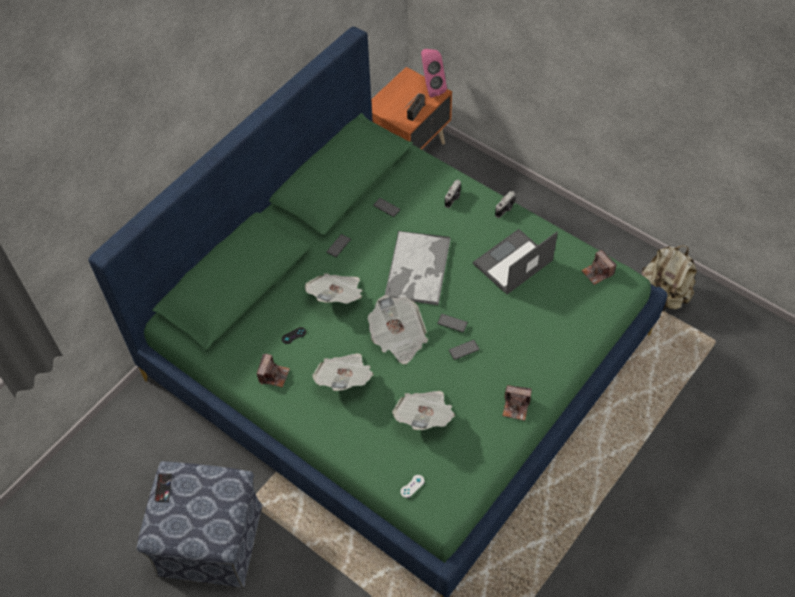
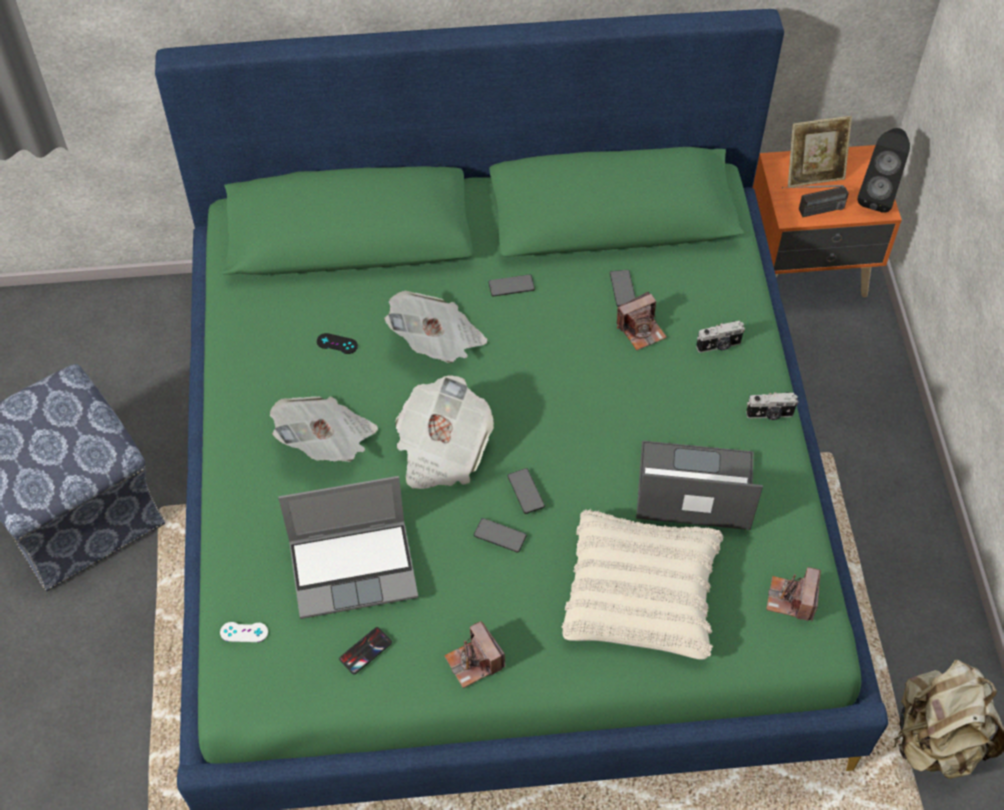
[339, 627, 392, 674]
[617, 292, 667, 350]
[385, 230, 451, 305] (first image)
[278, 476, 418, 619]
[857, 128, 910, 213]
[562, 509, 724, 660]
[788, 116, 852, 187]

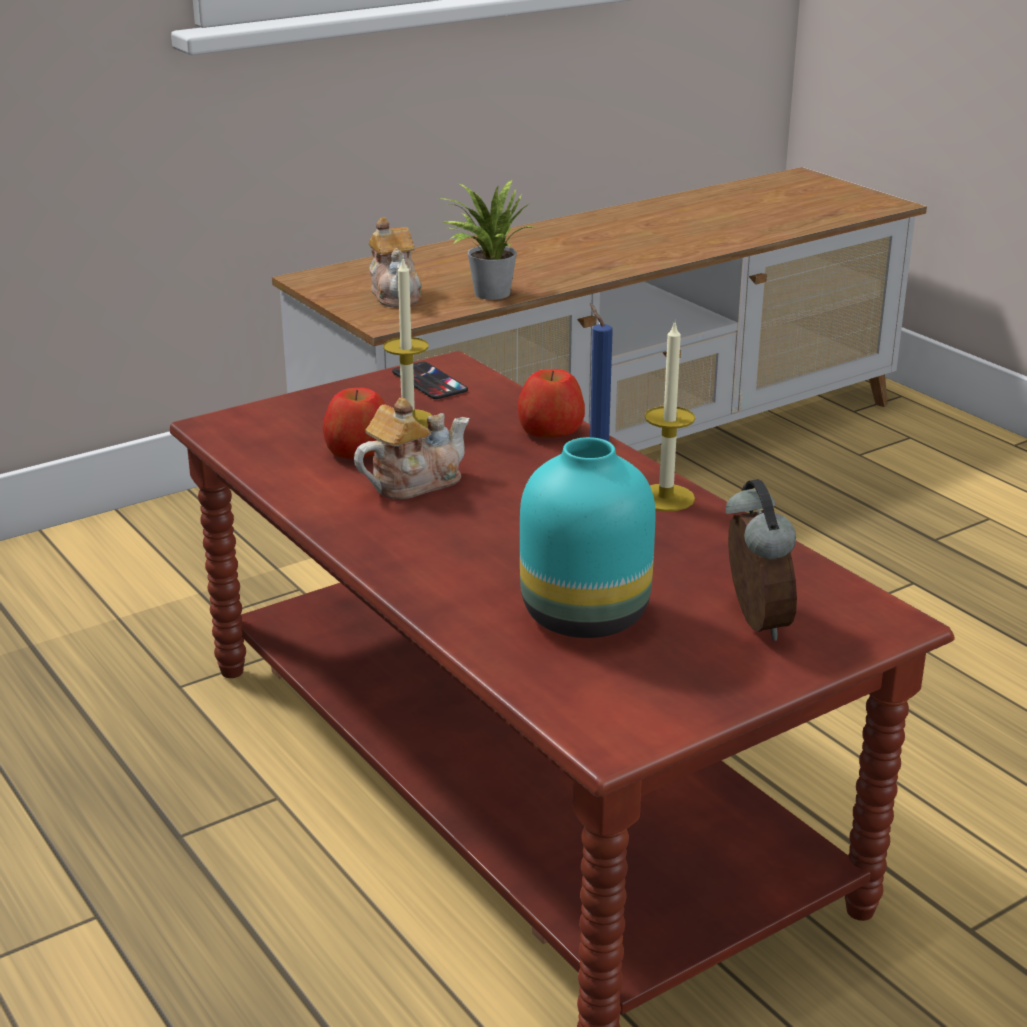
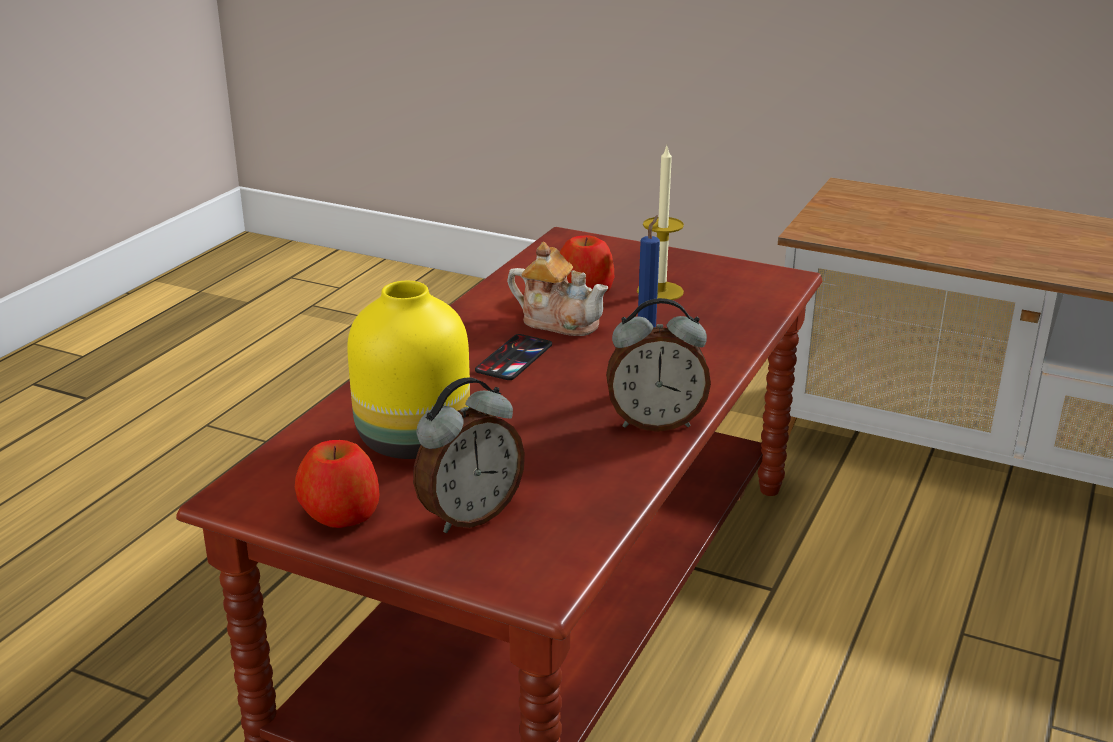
[368, 217, 422, 307] (first image)
[475, 334, 552, 380]
[438, 180, 536, 300] (first image)
[295, 440, 379, 528]
[347, 281, 470, 459]
[606, 298, 711, 432]

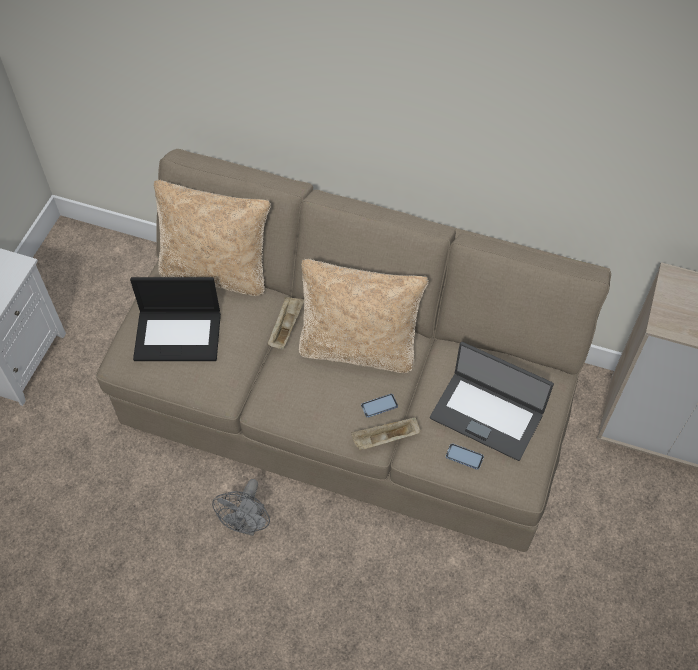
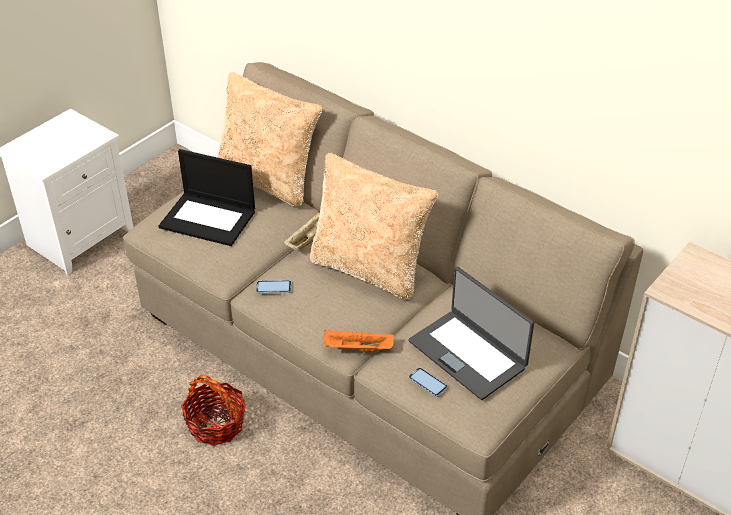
[181, 375, 246, 446]
[323, 330, 394, 352]
[256, 280, 291, 293]

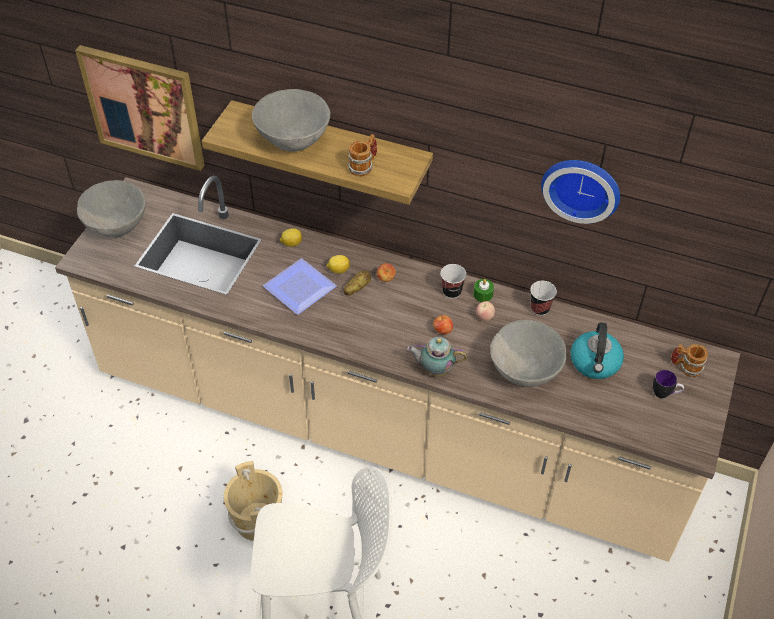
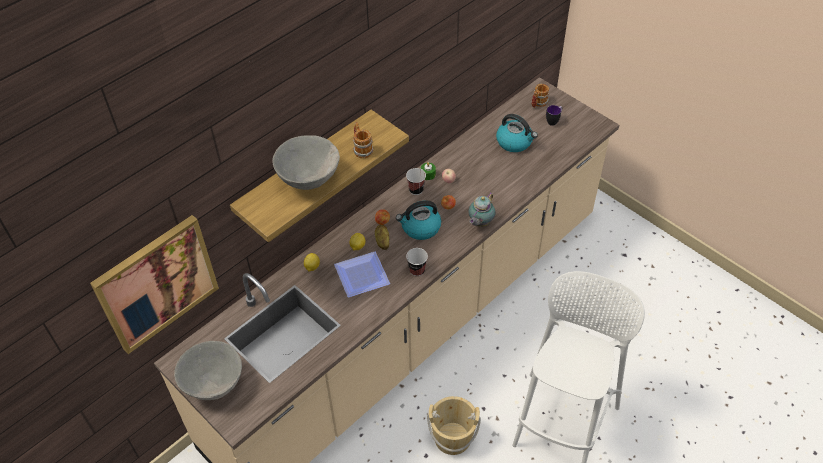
[490, 320, 567, 387] (first image)
[406, 248, 428, 276]
[541, 160, 620, 224] (first image)
[396, 200, 441, 240]

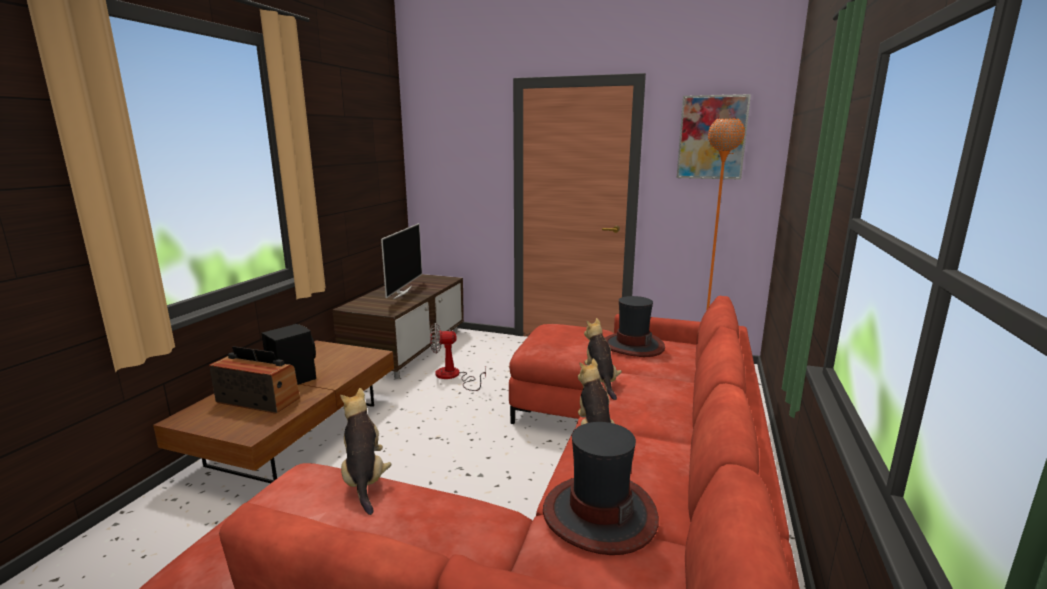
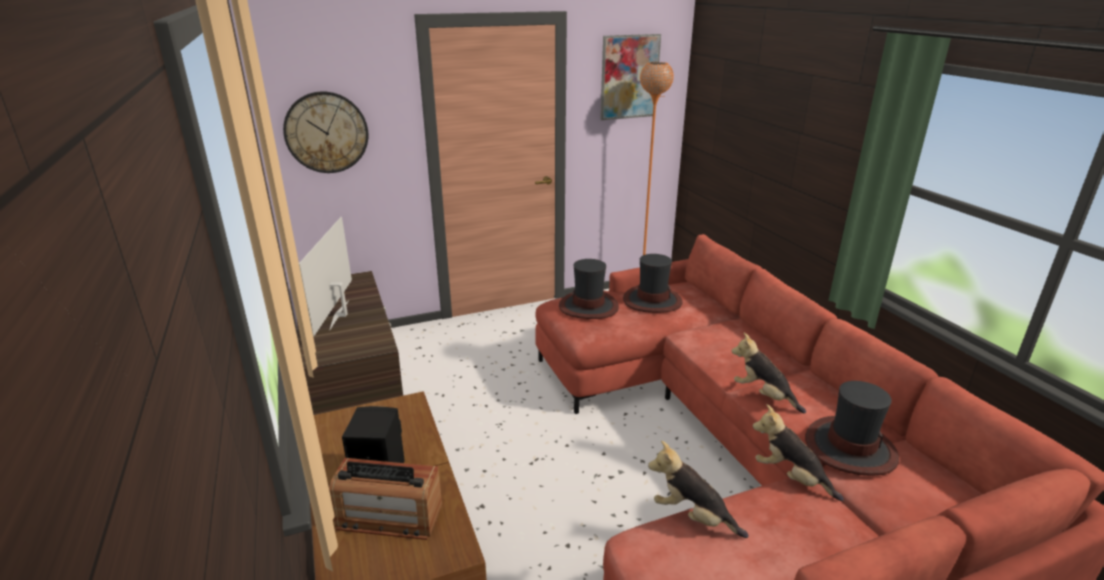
[329, 458, 442, 540]
[299, 217, 352, 337]
[430, 323, 486, 391] (first image)
[753, 404, 844, 501]
[283, 92, 368, 173]
[559, 259, 619, 319]

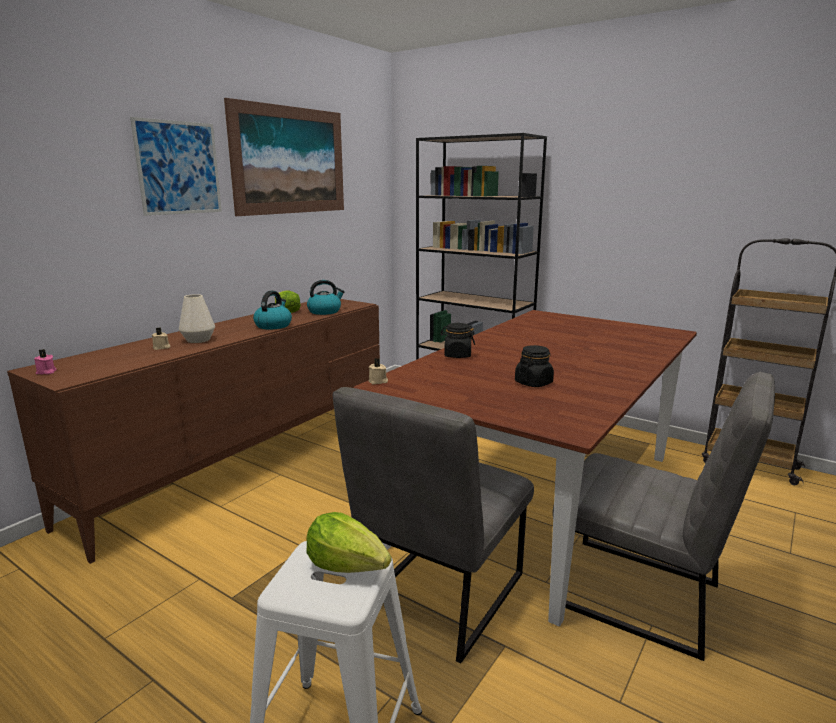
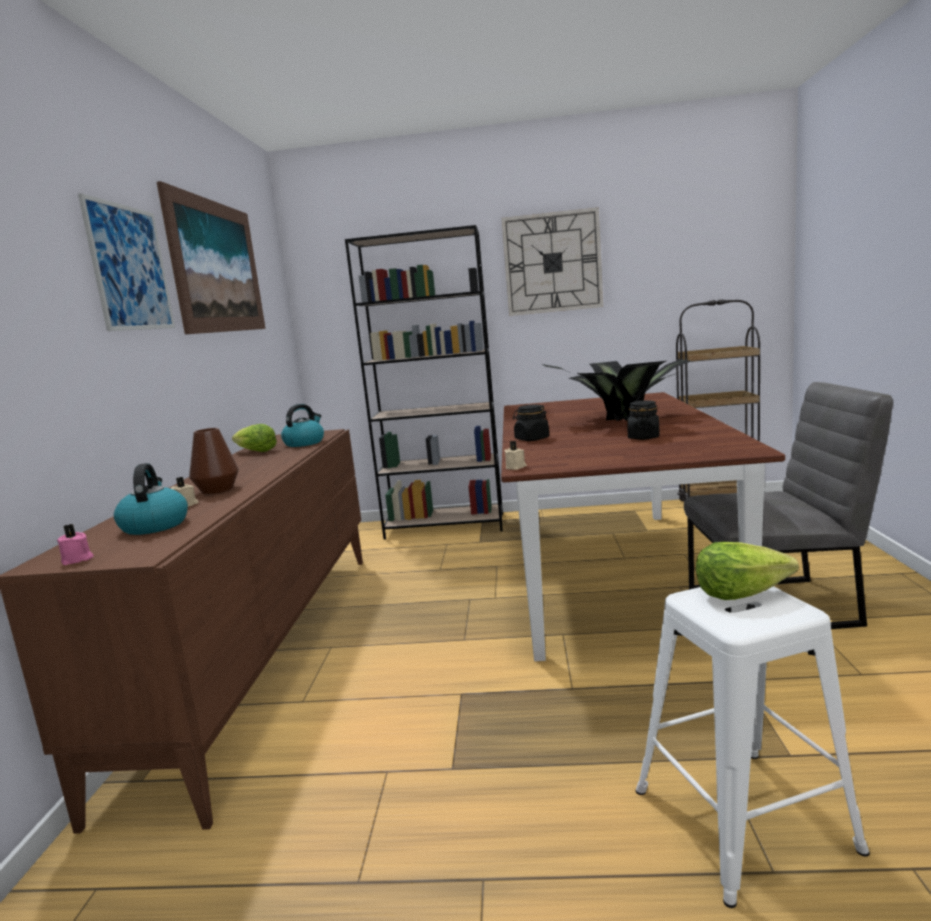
[189, 428, 239, 494]
[114, 463, 188, 535]
[333, 387, 534, 664] (first image)
[502, 207, 603, 316]
[542, 359, 691, 421]

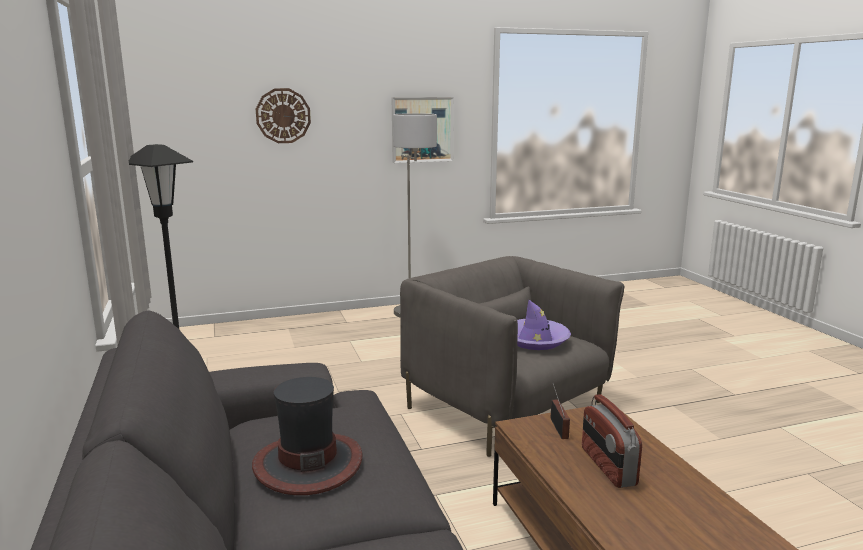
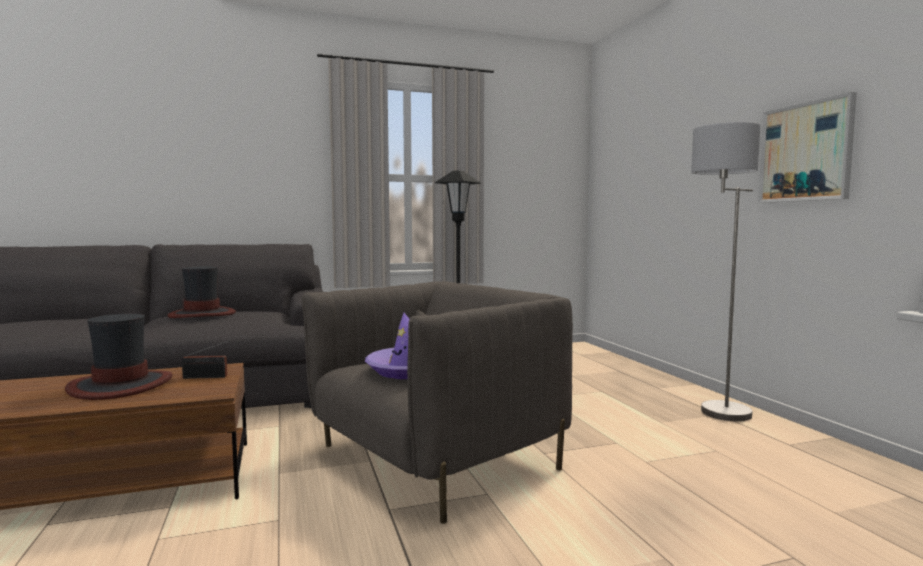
[256, 88, 311, 143] (first image)
[65, 314, 172, 400]

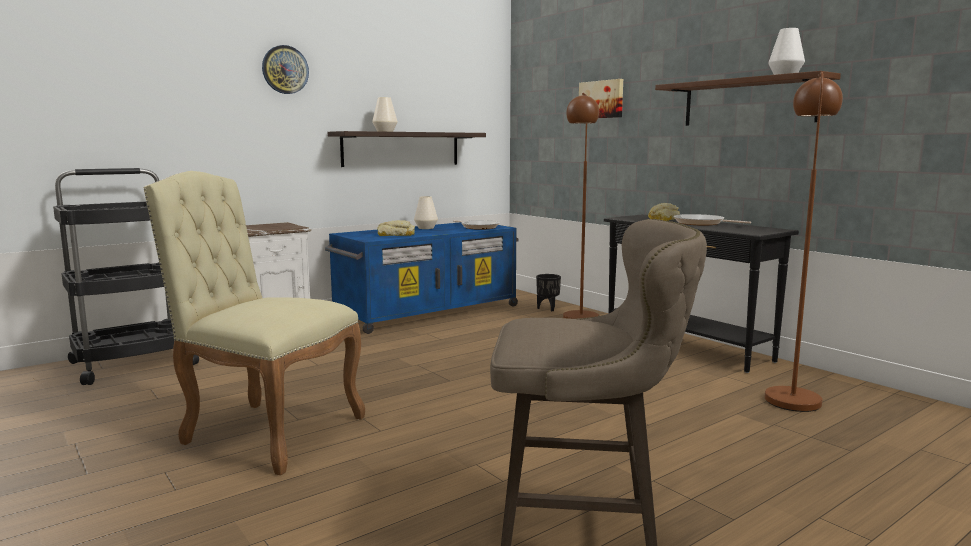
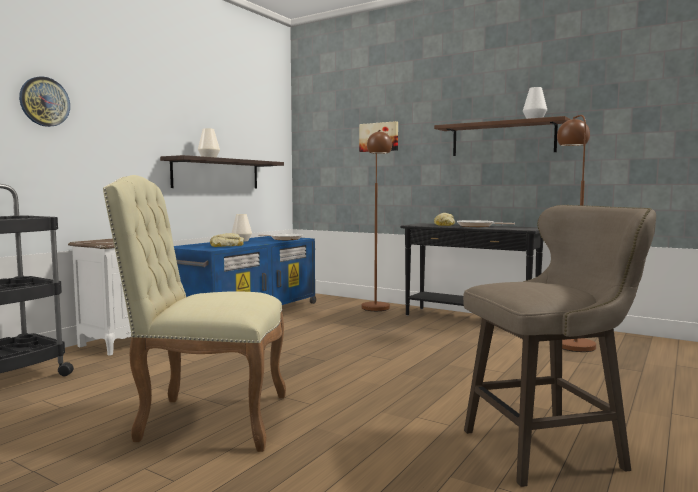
[19, 76, 70, 127]
[536, 274, 561, 311] (first image)

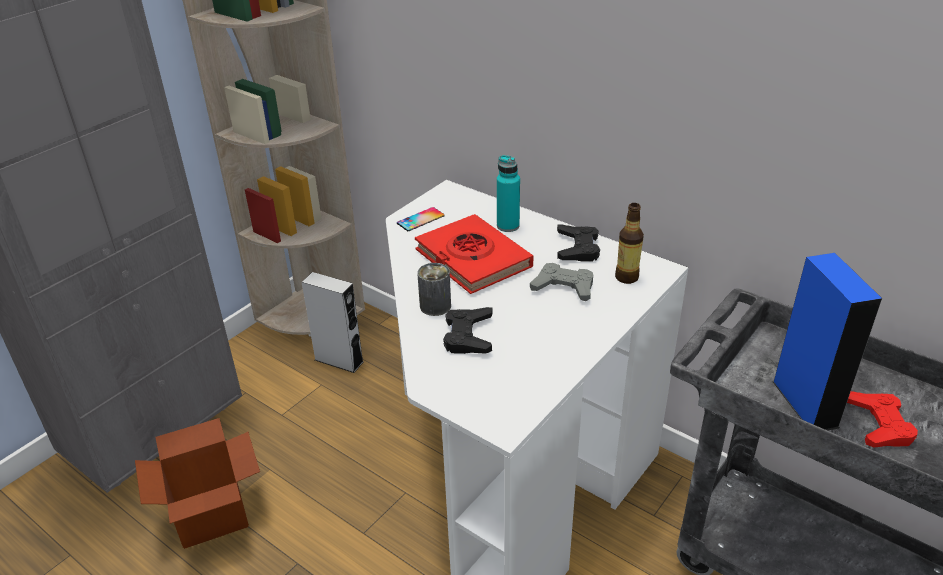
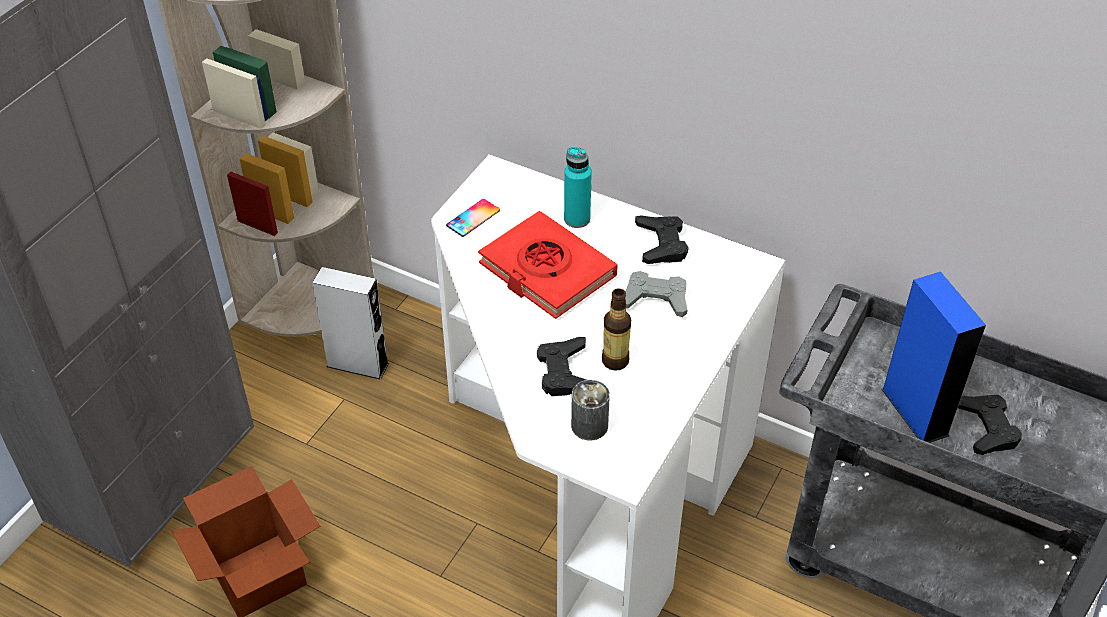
[571, 380, 610, 441]
[602, 288, 631, 371]
[958, 395, 1022, 455]

